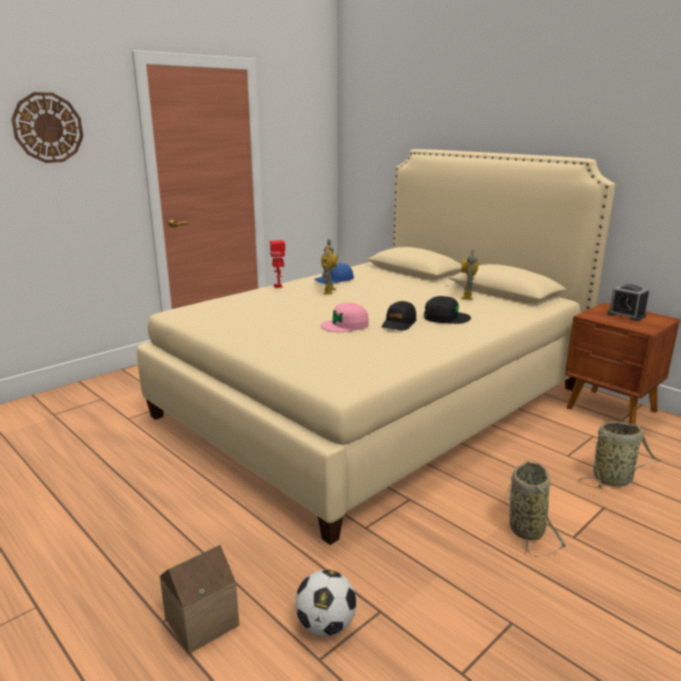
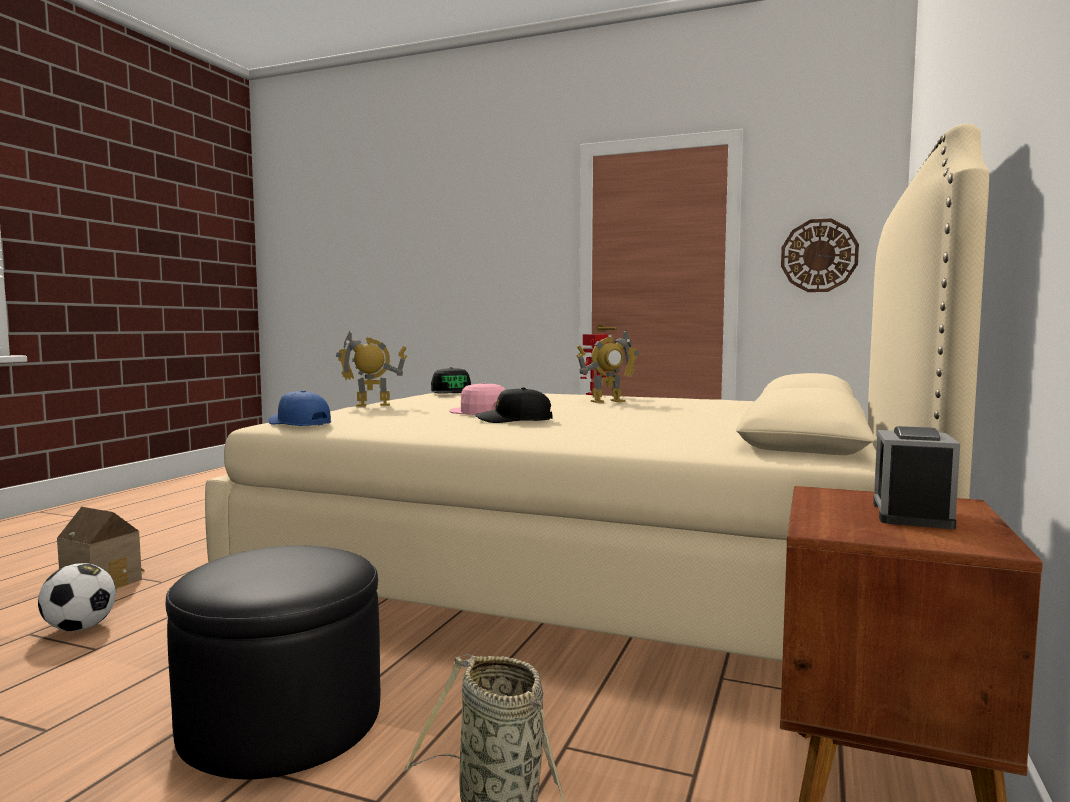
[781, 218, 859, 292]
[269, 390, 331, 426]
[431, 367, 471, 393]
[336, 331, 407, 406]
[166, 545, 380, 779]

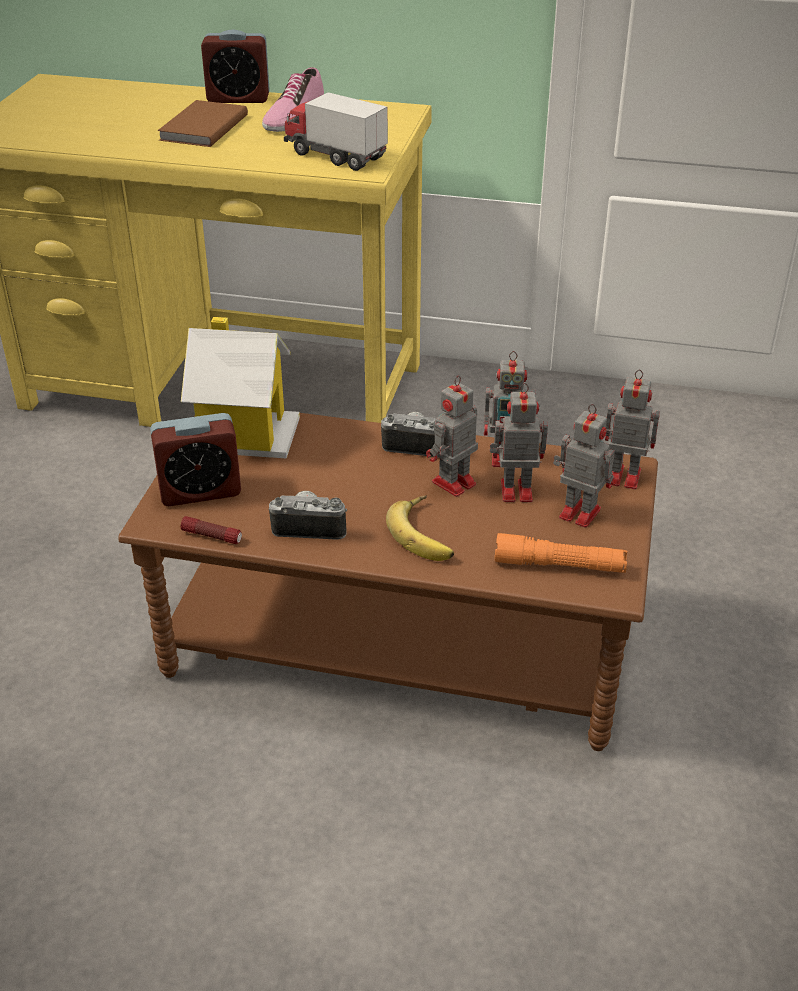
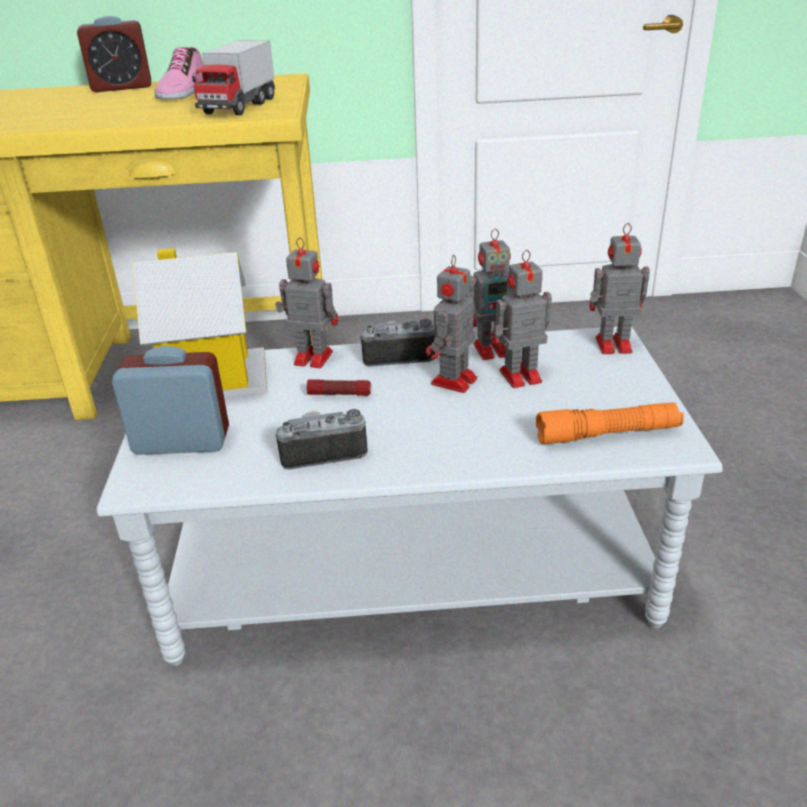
[96, 326, 723, 666]
[112, 346, 229, 455]
[158, 100, 248, 147] (first image)
[307, 379, 371, 396]
[192, 40, 275, 115]
[386, 495, 454, 561] (first image)
[275, 237, 338, 368]

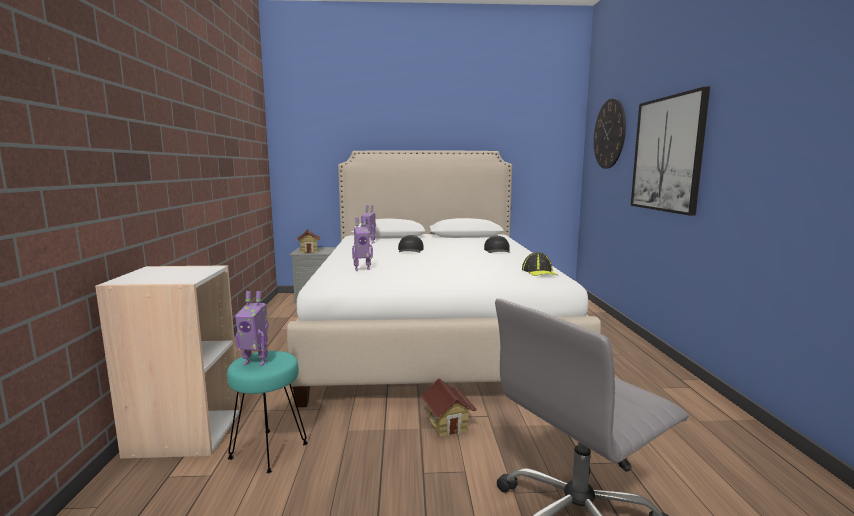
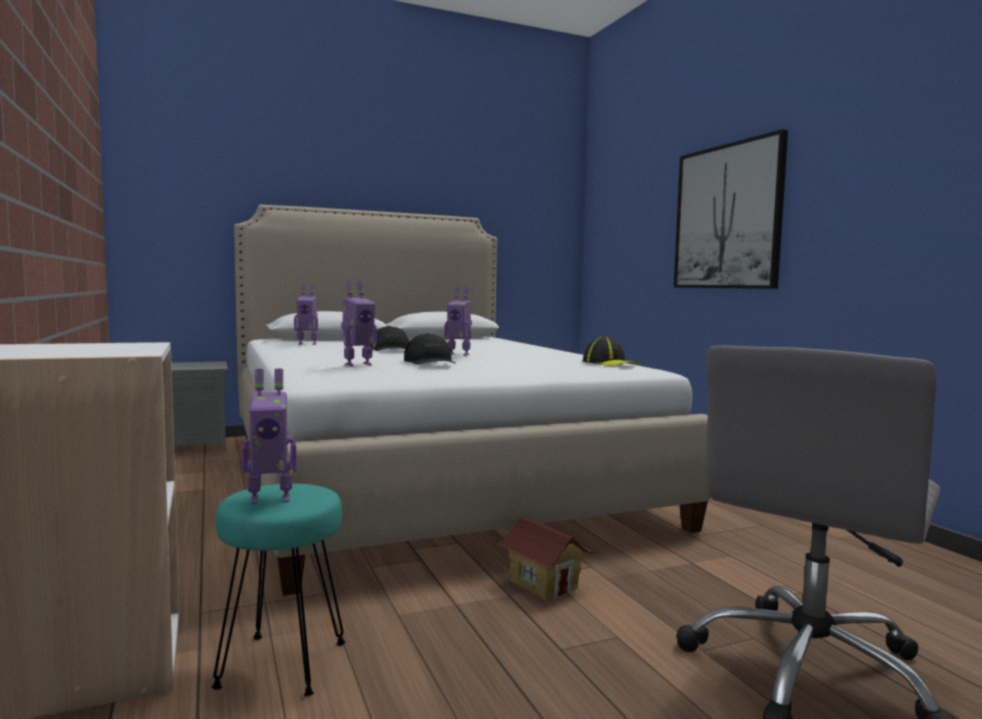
[297, 229, 321, 253] (first image)
[404, 333, 456, 365]
[594, 98, 626, 169] (first image)
[444, 287, 472, 356]

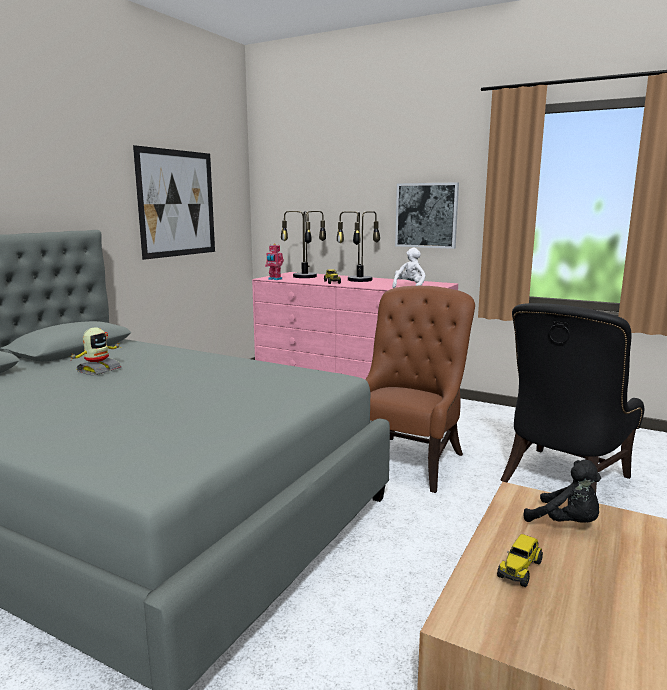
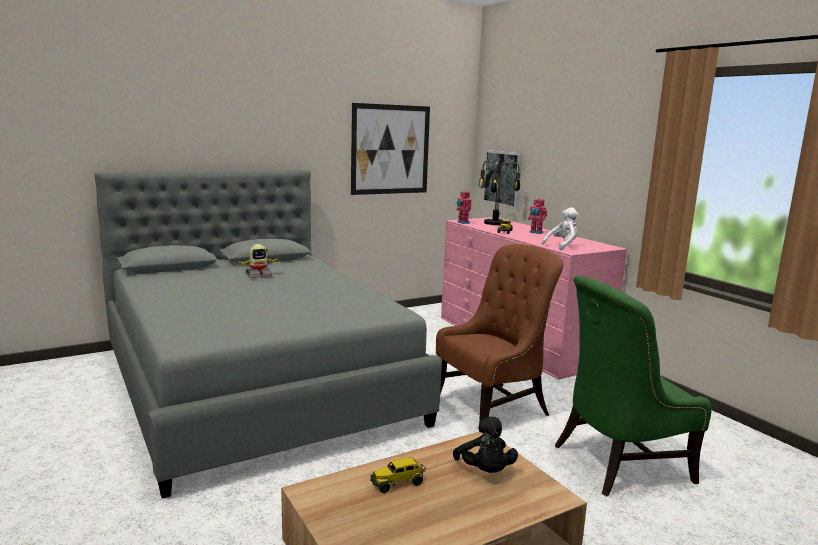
[528, 198, 547, 234]
[482, 150, 522, 208]
[555, 276, 712, 497]

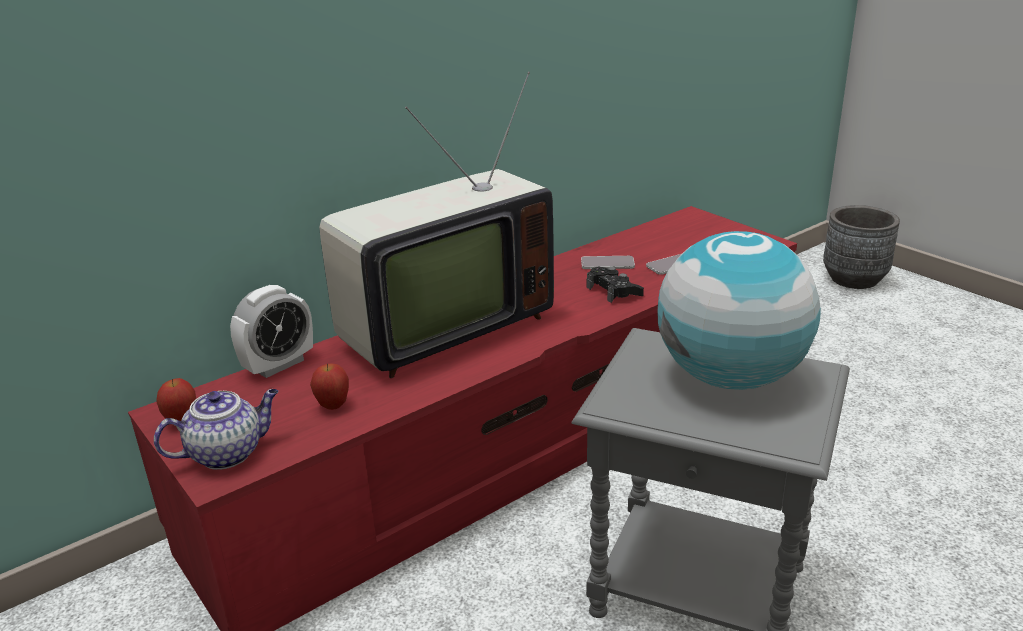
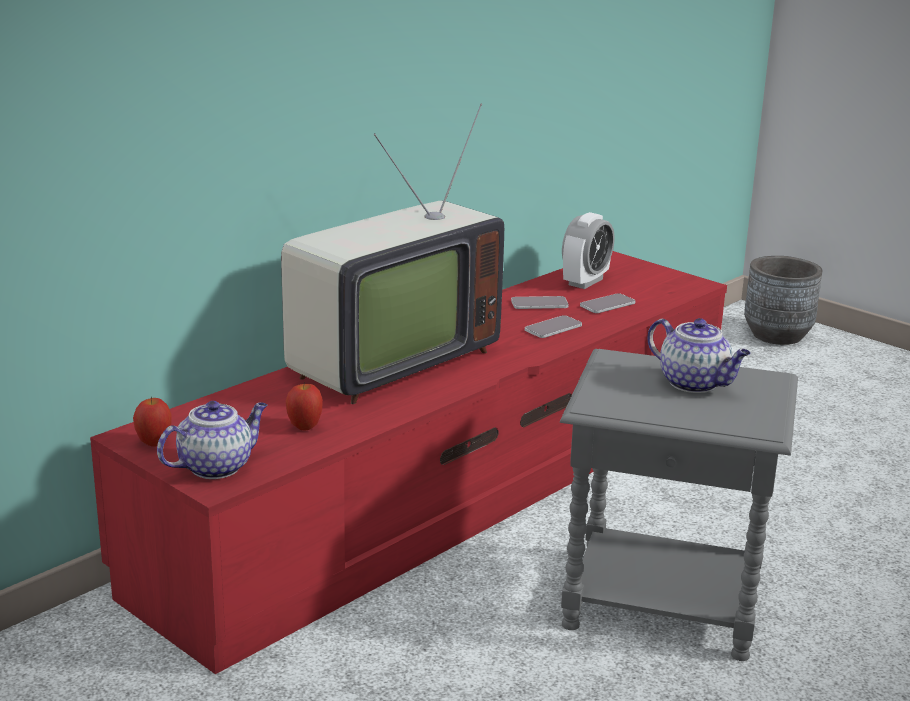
[562, 212, 615, 289]
[525, 315, 582, 338]
[647, 318, 751, 393]

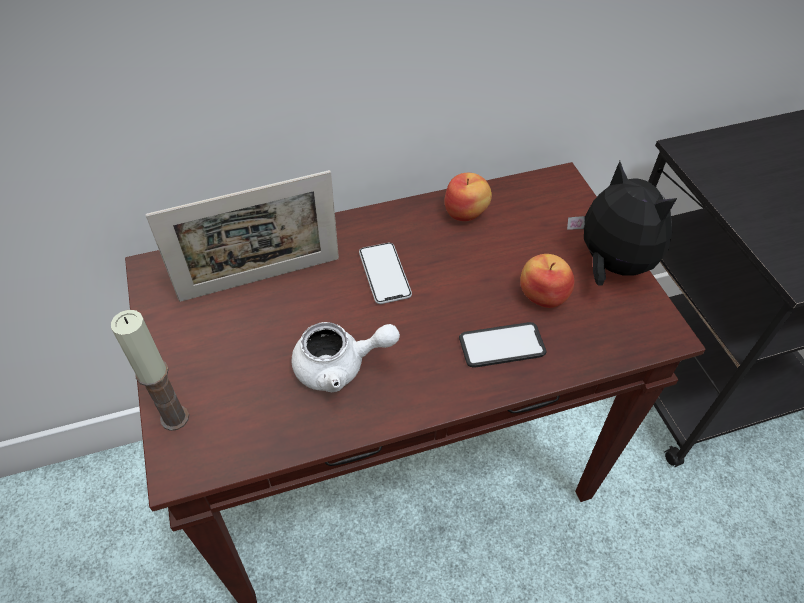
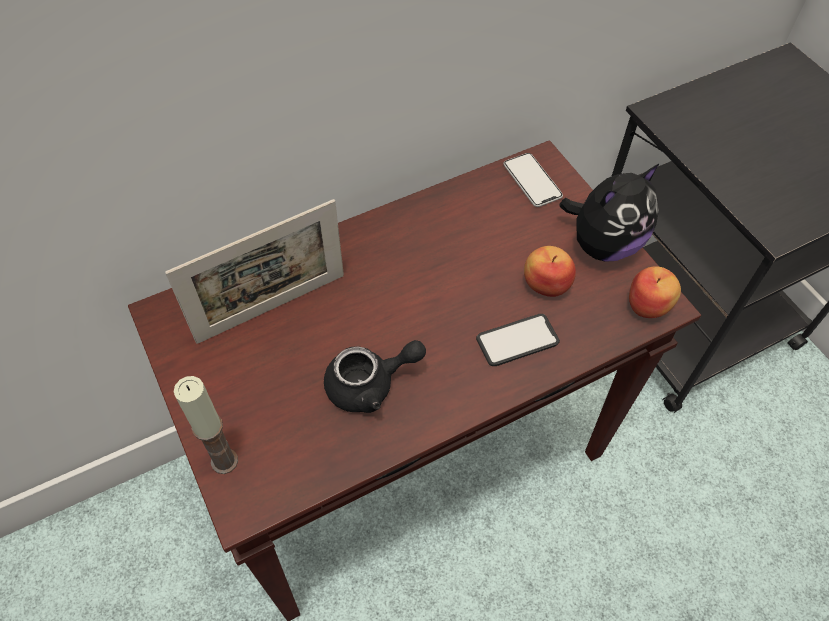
[324, 340, 426, 413]
[503, 153, 563, 207]
[629, 266, 681, 318]
[559, 163, 660, 262]

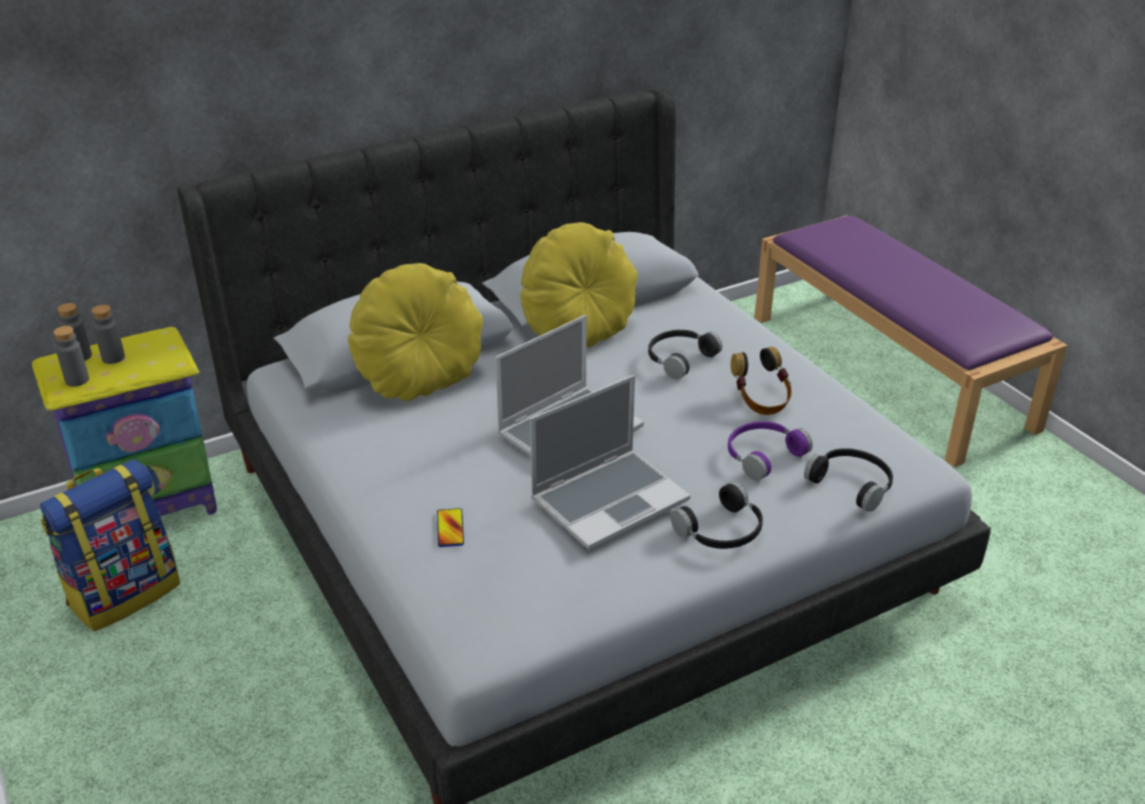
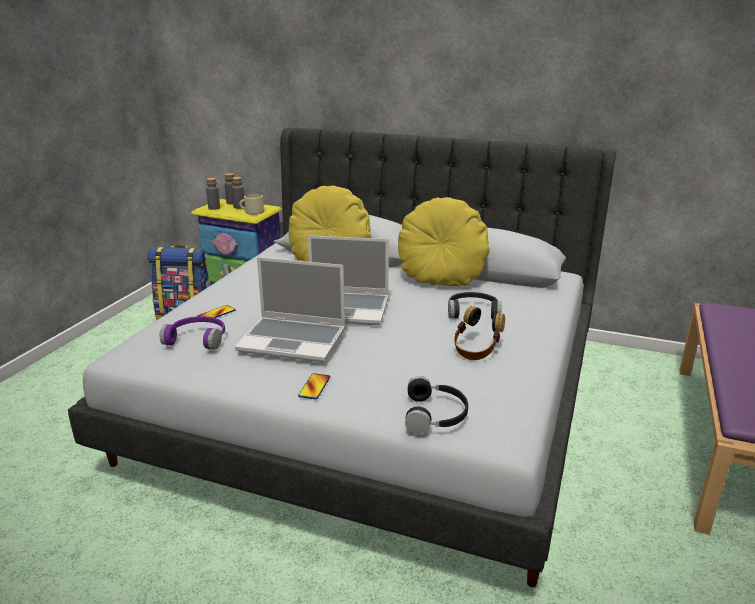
[298, 373, 330, 399]
[160, 316, 225, 349]
[239, 193, 264, 215]

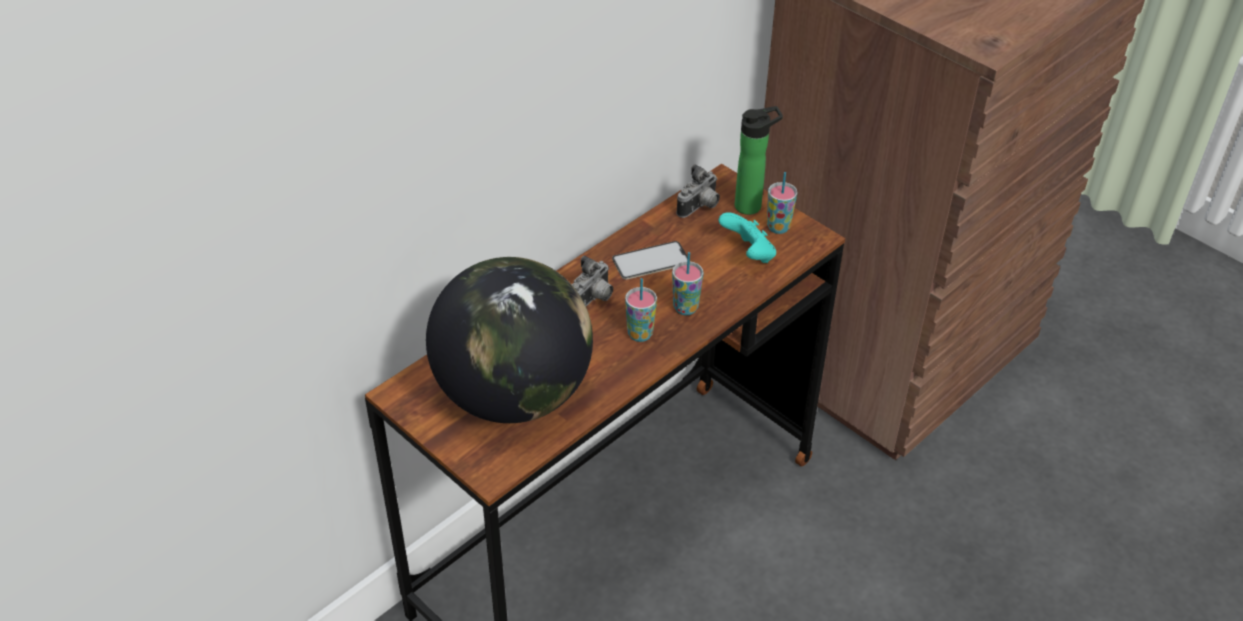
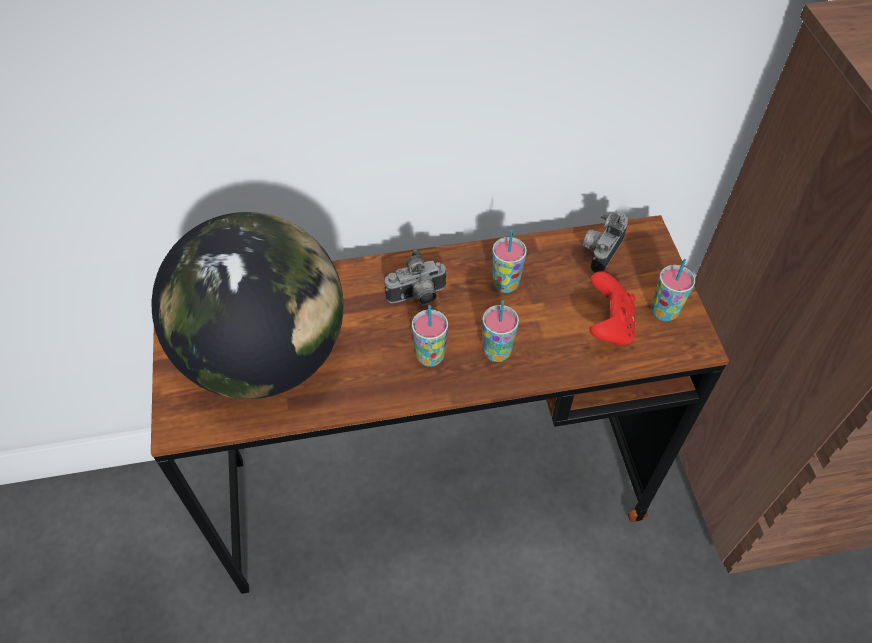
[492, 230, 527, 293]
[583, 213, 628, 273]
[589, 271, 636, 346]
[735, 106, 783, 215] (first image)

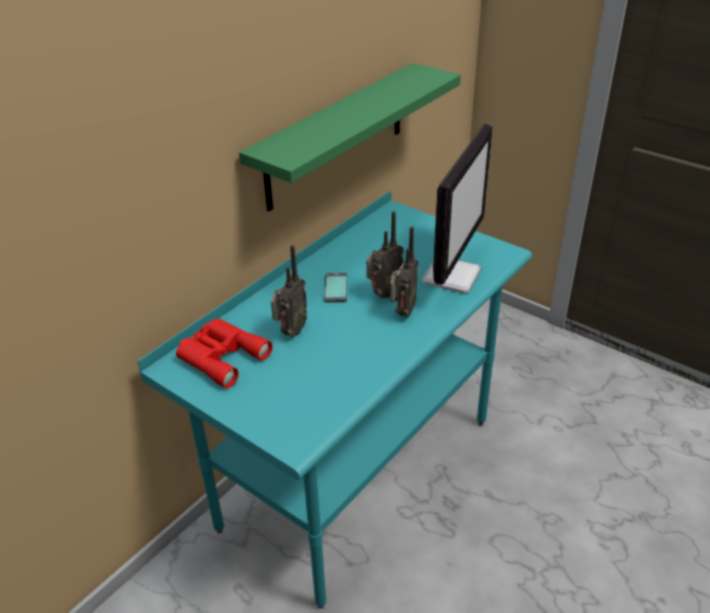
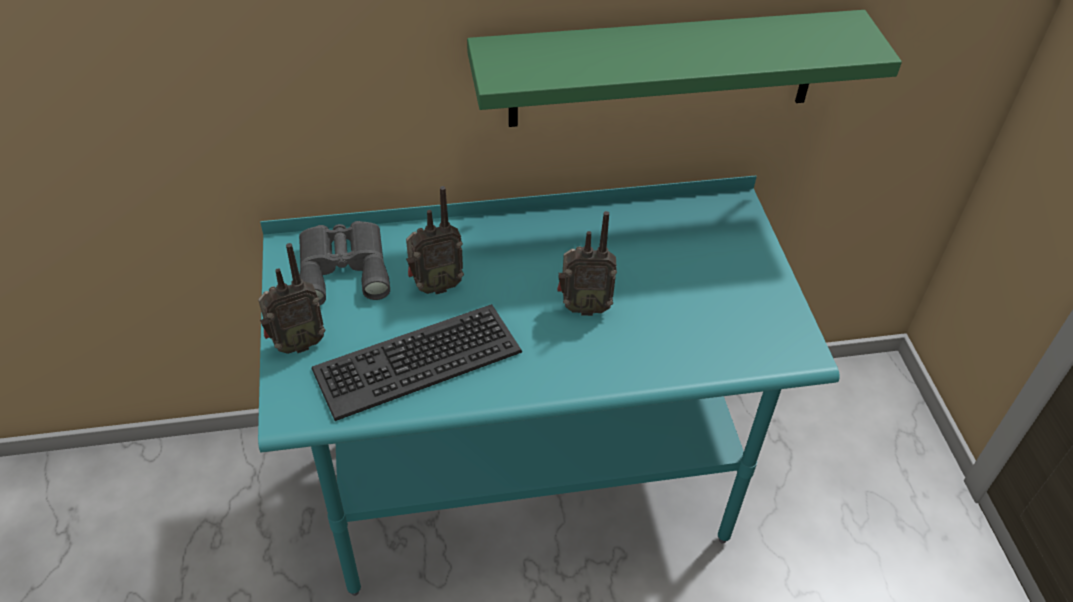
[299, 221, 390, 305]
[324, 273, 347, 303] (first image)
[258, 243, 326, 354]
[422, 124, 493, 293] (first image)
[312, 304, 522, 421]

